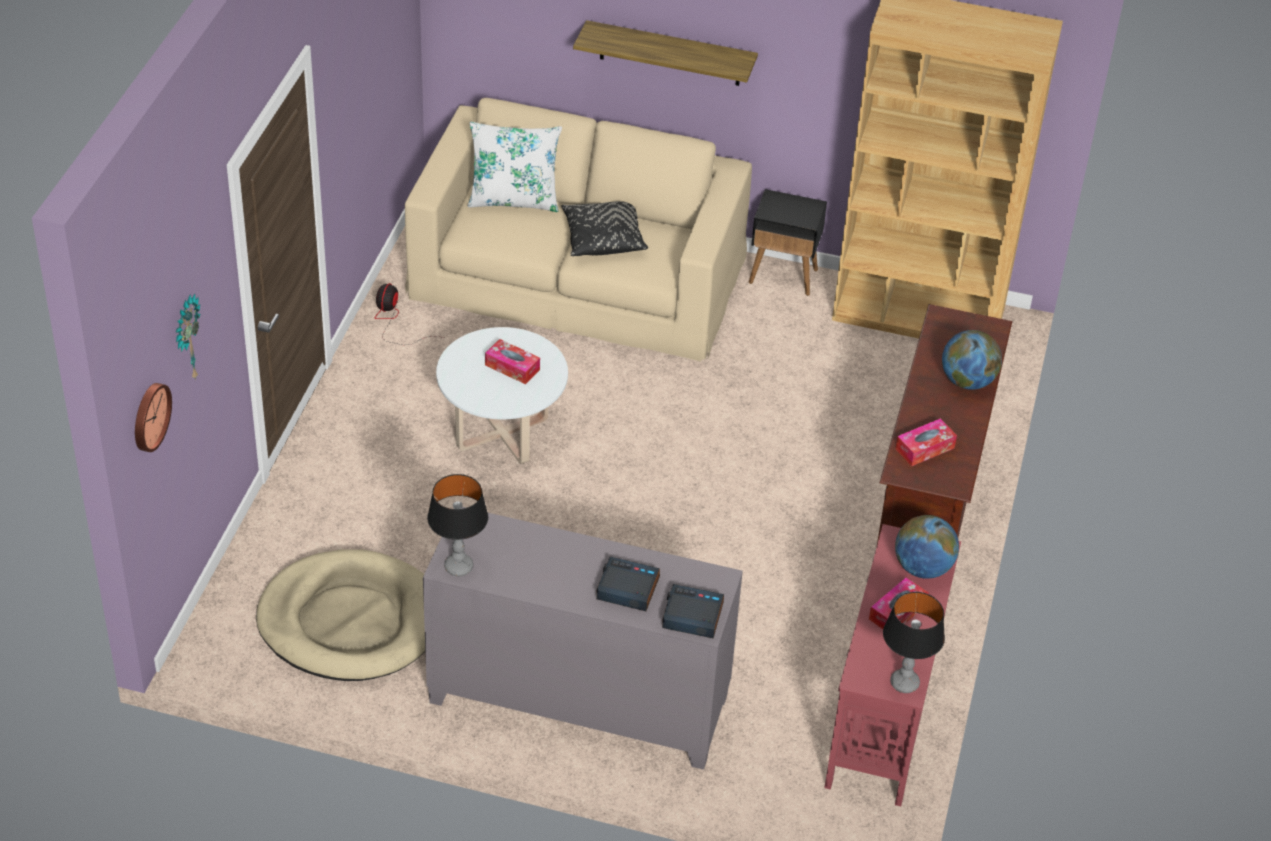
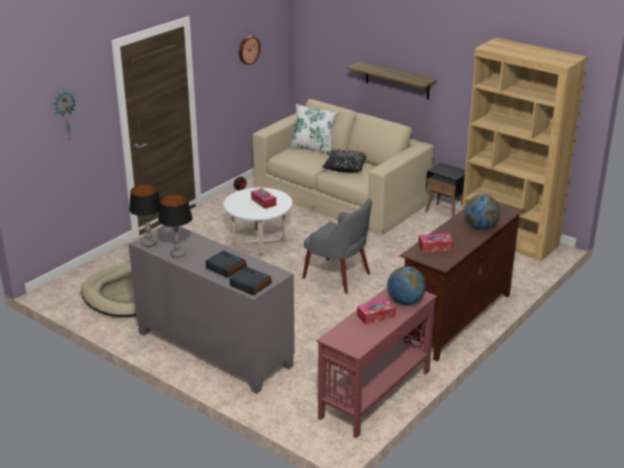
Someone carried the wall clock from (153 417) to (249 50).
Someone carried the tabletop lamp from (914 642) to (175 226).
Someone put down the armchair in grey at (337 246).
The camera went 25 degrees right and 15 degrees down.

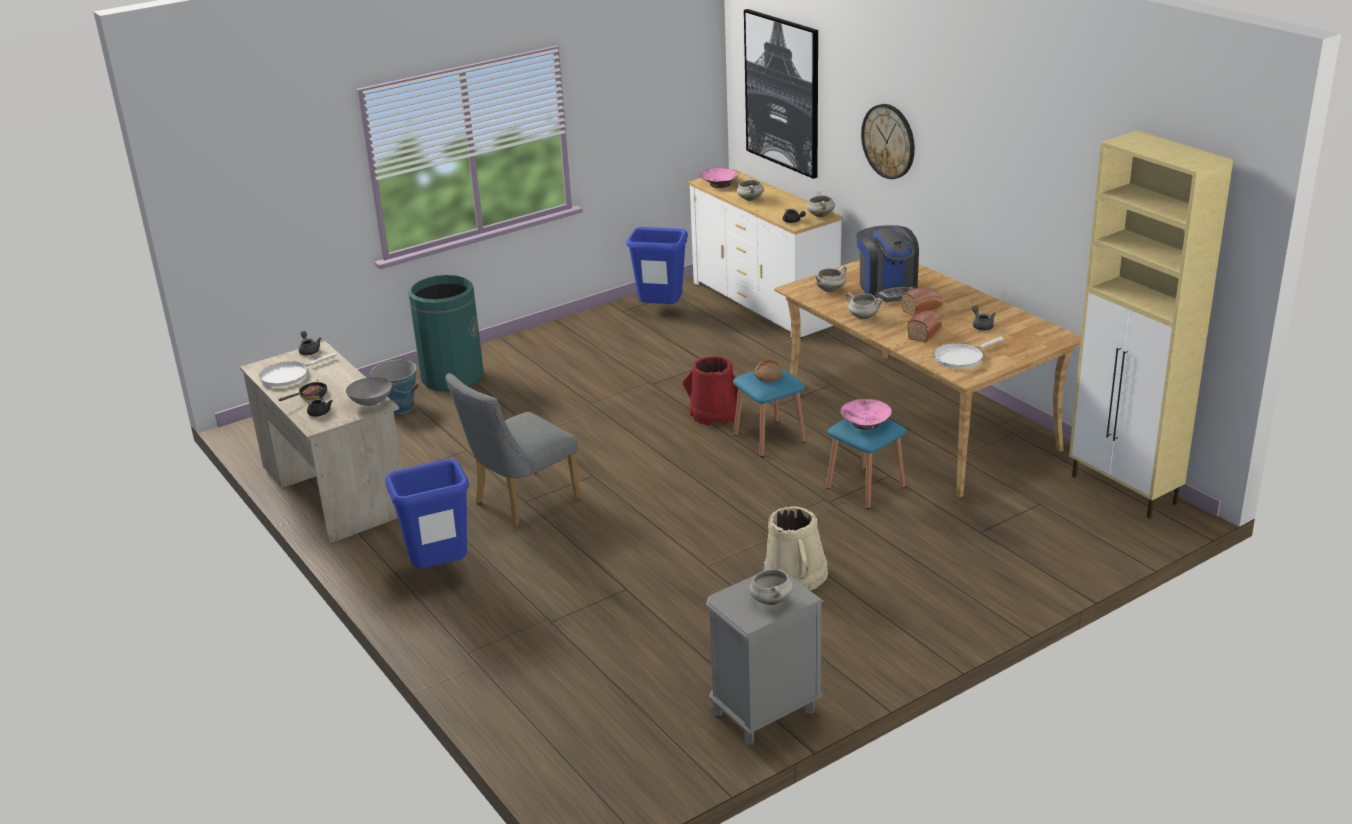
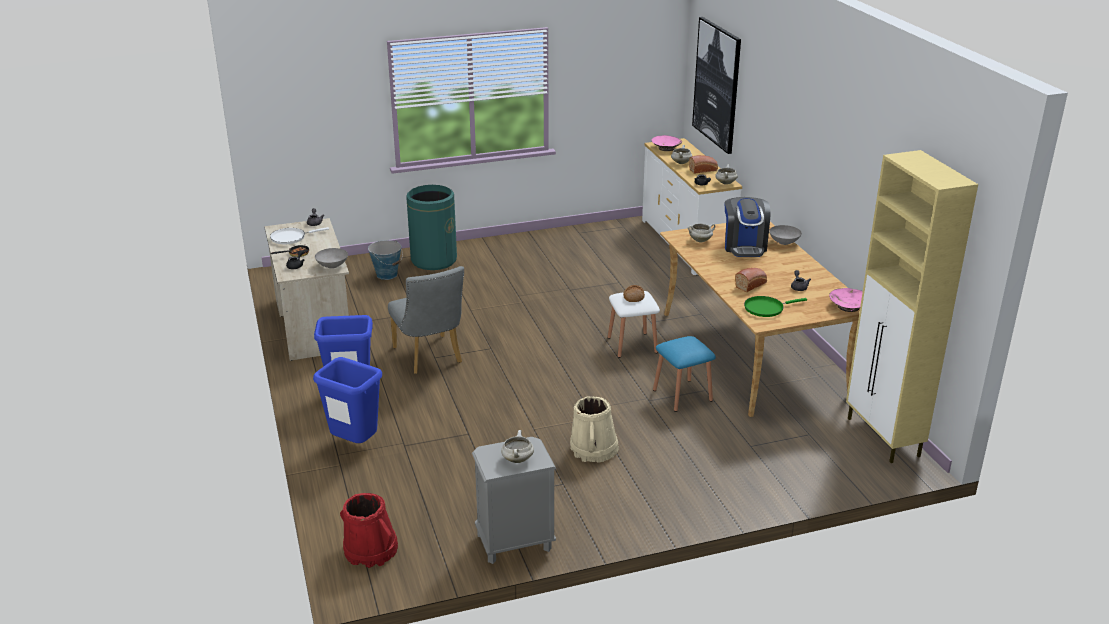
Someone took away the wall clock at (888 141).
Someone carried the waste bin in bluish from (657 265) to (347 400).
Someone carried the bakery bread from (922 301) to (703 164).
Someone took away the saucepot in white-coloured at (864 306).
Someone repainted the pan in white-coloured at (968 353), which became the pan in greenish at (775 306).
Someone carried the pail in reddish from (710 390) to (369 530).
Someone repainted the sitting stool in bluish at (769 412), which became the sitting stool in white-coloured at (634 324).
Someone rotated the chair in grey at (513 450) by 90 degrees counterclockwise.
Someone carried the deep dish in pink from (866 414) to (846 300).
Someone put down the deep dish in grey at (785 235).
The camera went 15 degrees right and 0 degrees up.

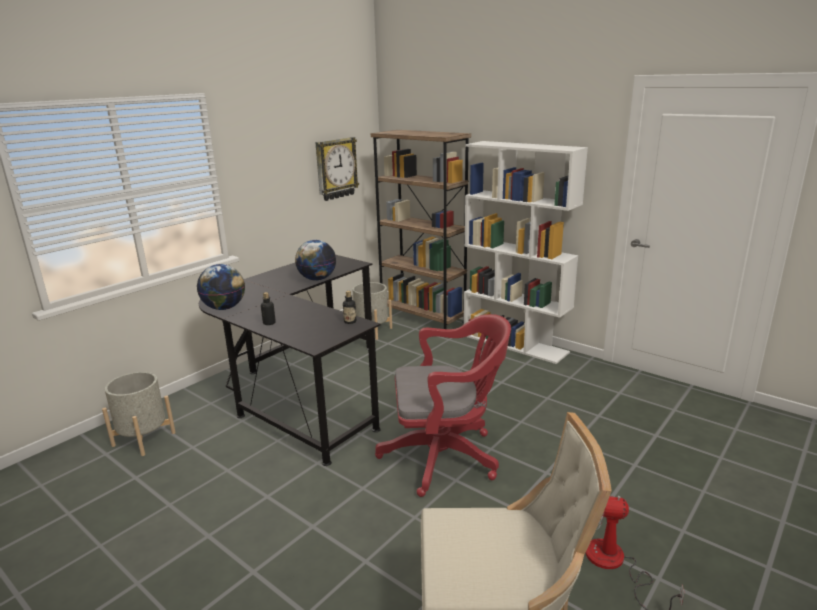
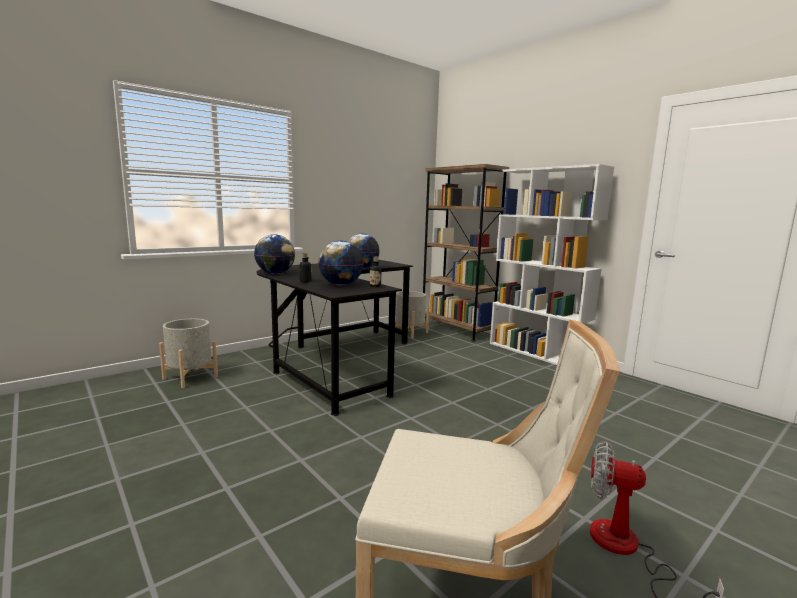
Someone took away the wall clock at (337 169).
Someone took away the computer chair in reddish at (443 405).
Someone put down the desk globe at (341 263).
The camera went 10 degrees right and 10 degrees down.

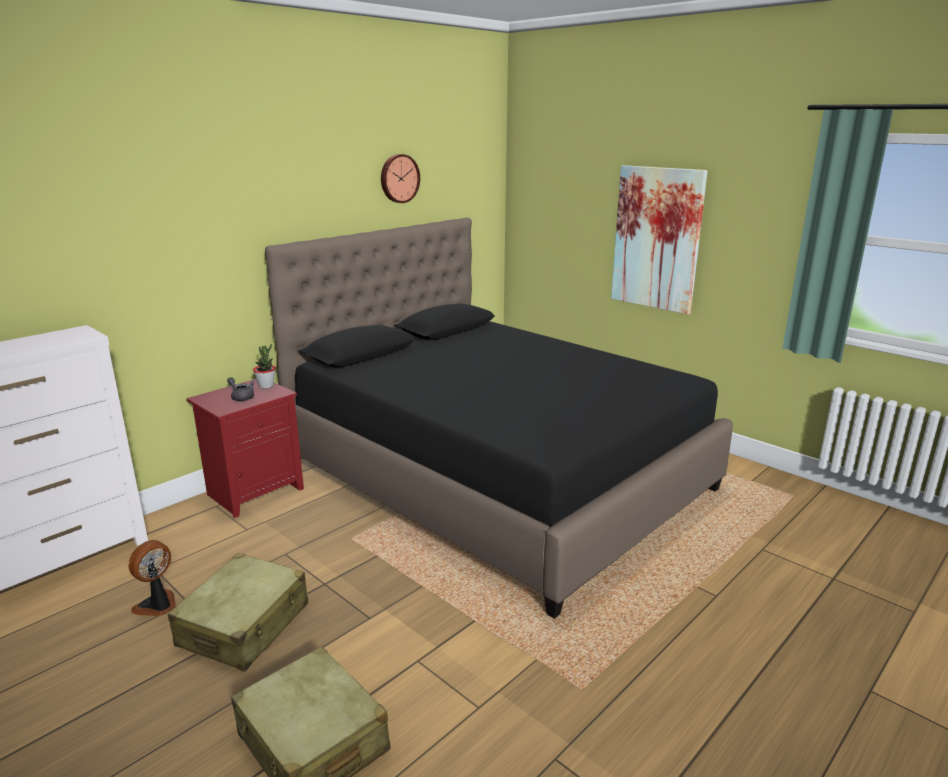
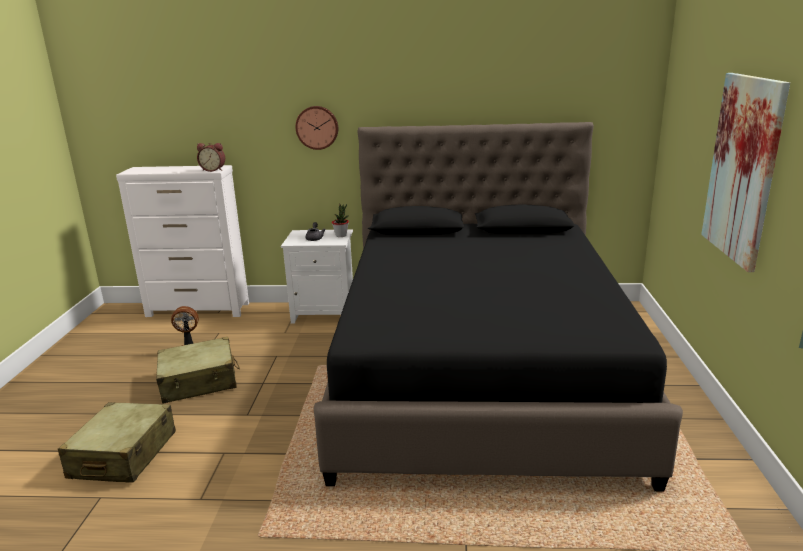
Someone carried the wall clock from (400 178) to (316 128).
Someone repainted the nightstand in reddish at (245 448), which became the nightstand in white-coloured at (317 277).
Someone put down the alarm clock at (211 157).
The camera went 50 degrees right and 0 degrees up.

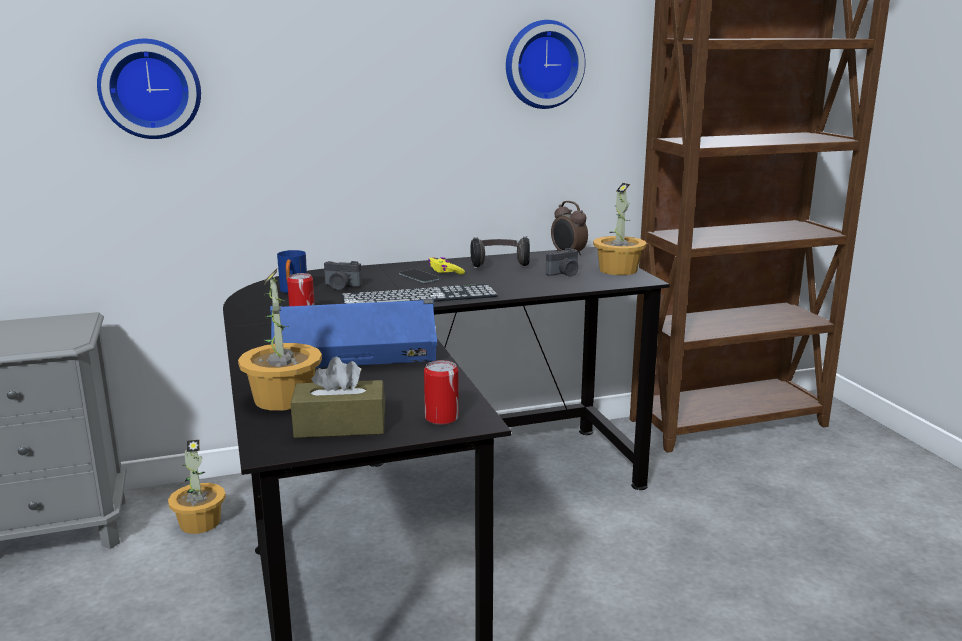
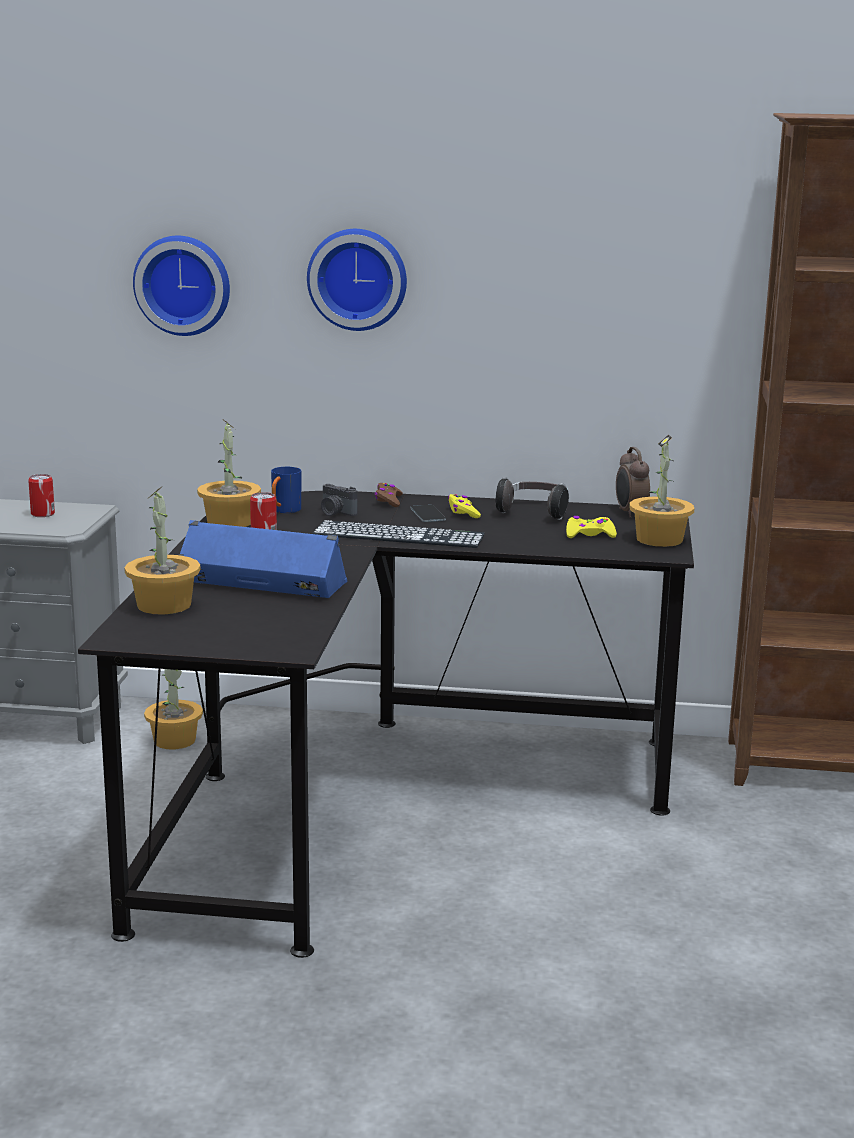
Someone carried the wall clock from (546 64) to (357 280).
Someone swapped the photo camera at (562 262) for the gamepad in yellow at (591 527).
Someone took away the box of tissues in brown at (338 397).
Someone carried the can from (441 392) to (41 495).
Someone put down the plant in a pot at (229 473).
Someone put down the gamepad in brown at (389 495).
The camera went 25 degrees right and 0 degrees up.

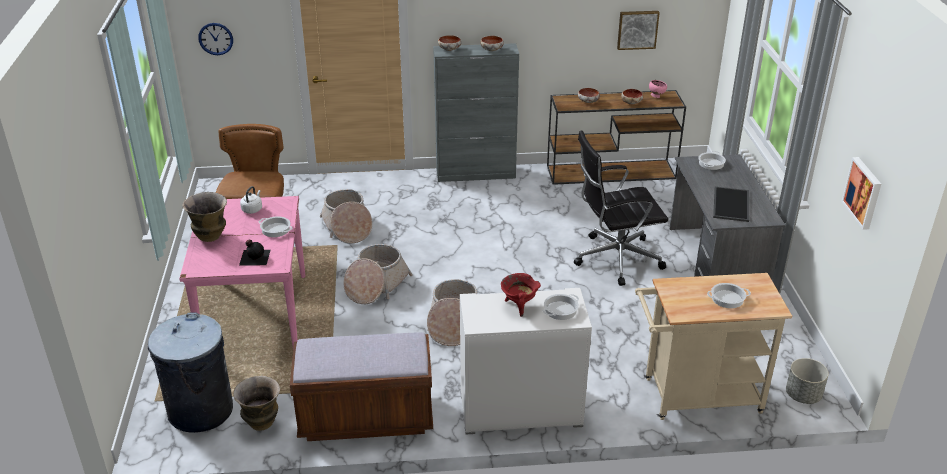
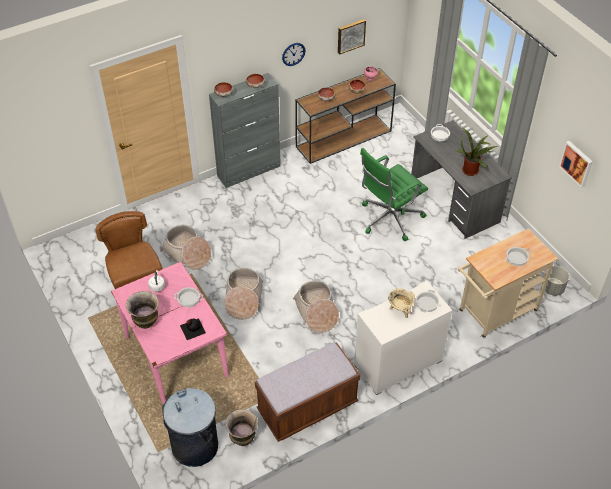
Someone carried the wall clock from (215 39) to (293 54).
Someone repainted the computer chair in blackish at (621 208), which became the computer chair in greenish at (394 194).
Someone swapped the carrying tray at (731 204) for the plant in a pot at (477 151).
Someone repainted the saucepot in reddish at (521 295), which became the saucepot in sand-coloured at (401 303).
The camera went 25 degrees left and 15 degrees up.

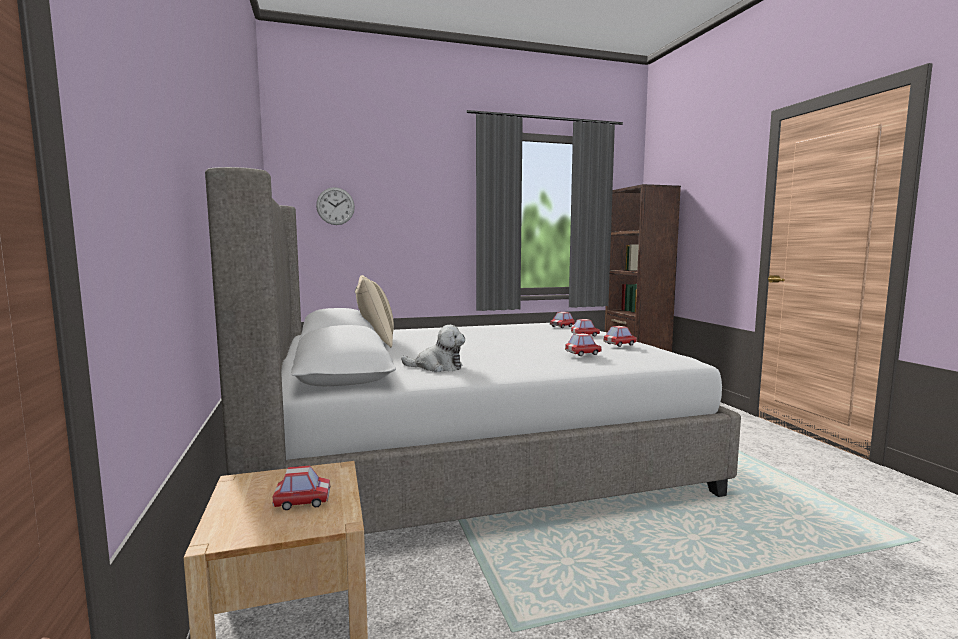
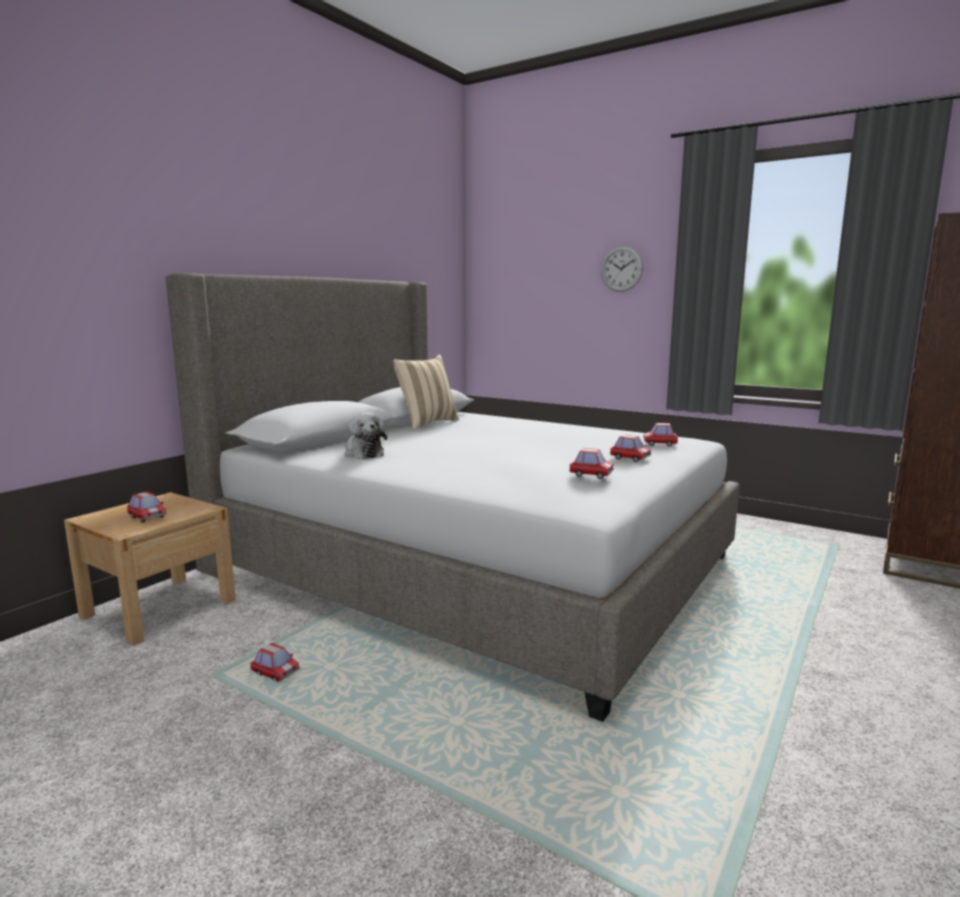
Someone carried the wall clock from (335 206) to (622 269).
Someone carried the miniature car from (583 344) to (275 662).
The camera went 50 degrees right and 5 degrees up.

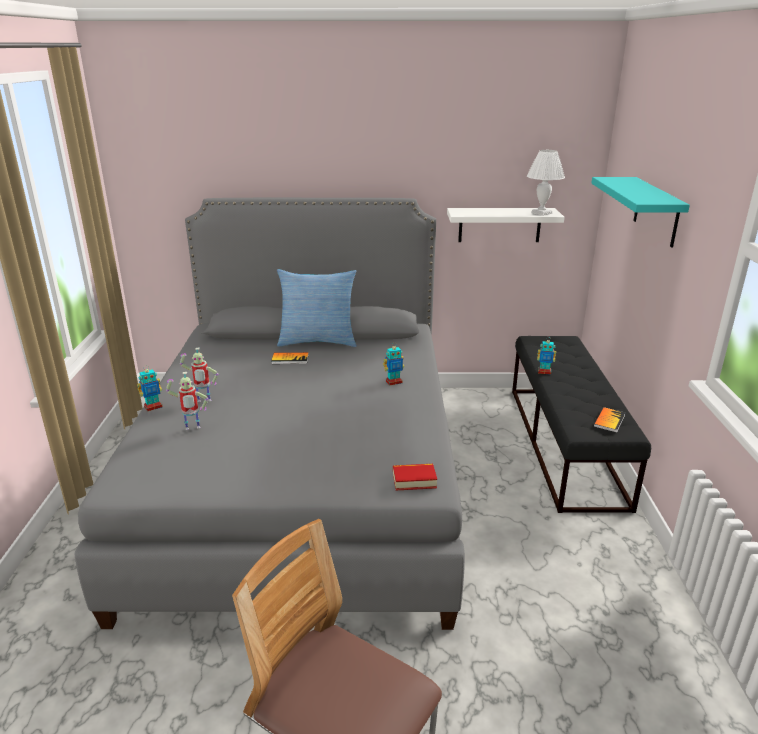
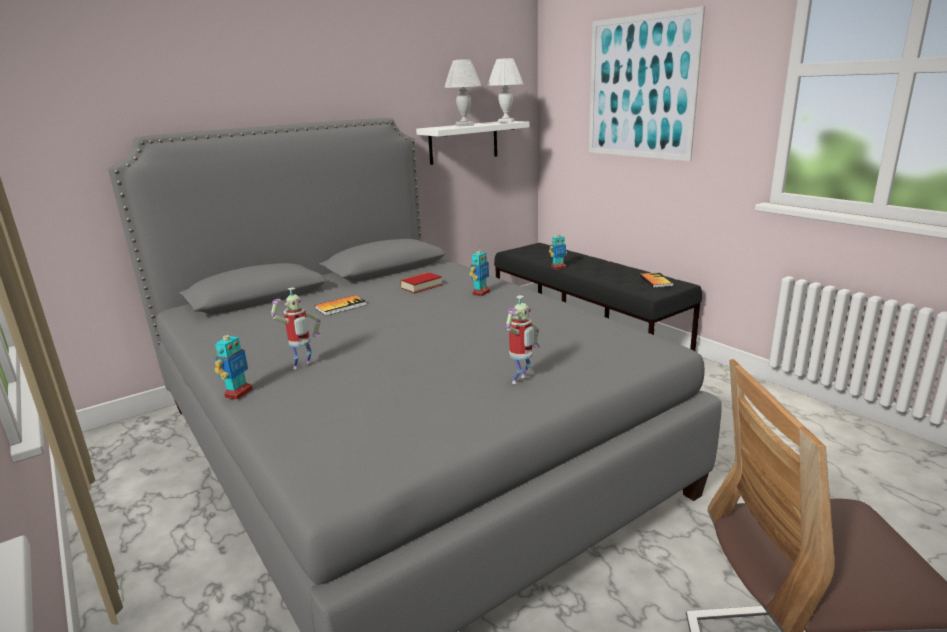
Someone swapped the shelf in turquoise-coloured at (640 212) for the picture at (647 83).
Someone took away the cushion at (317 308).
Someone carried the robot figure from (187 401) to (523 339).
Someone carried the volume from (415 477) to (421 282).
Someone put down the tabletop lamp in white-coloured at (462 92).
The camera went 35 degrees left and 5 degrees down.

